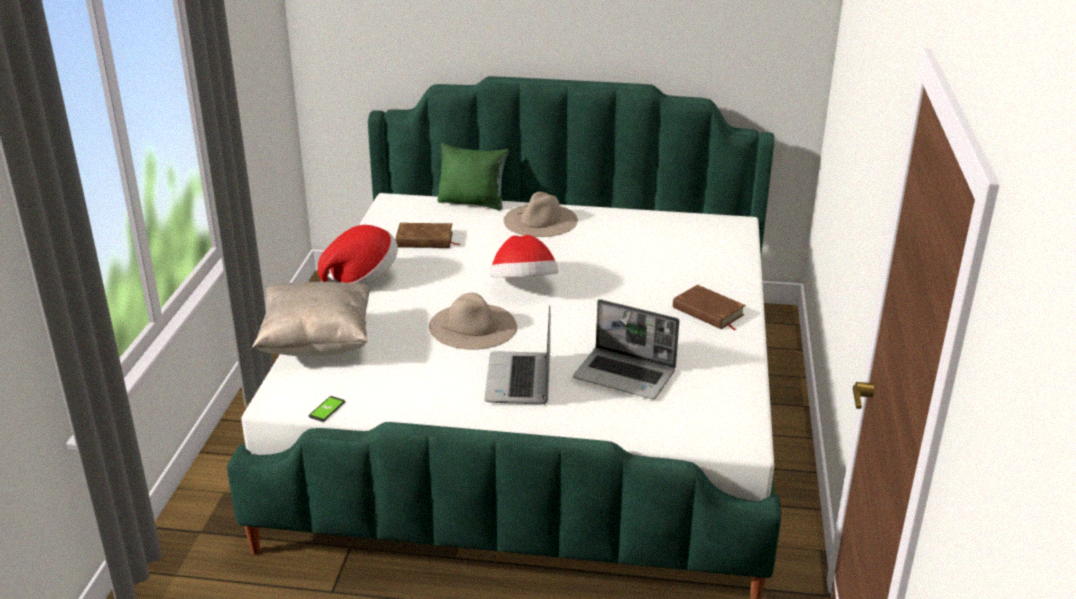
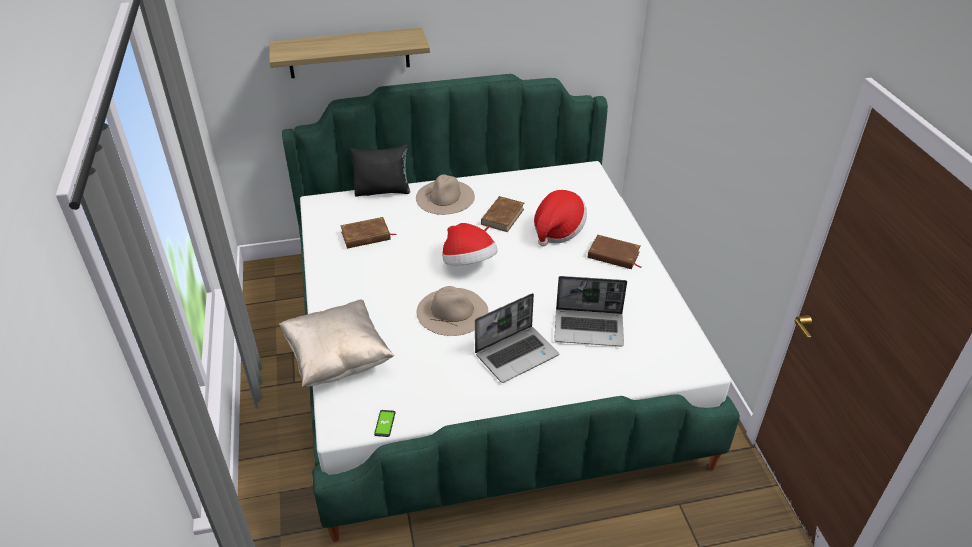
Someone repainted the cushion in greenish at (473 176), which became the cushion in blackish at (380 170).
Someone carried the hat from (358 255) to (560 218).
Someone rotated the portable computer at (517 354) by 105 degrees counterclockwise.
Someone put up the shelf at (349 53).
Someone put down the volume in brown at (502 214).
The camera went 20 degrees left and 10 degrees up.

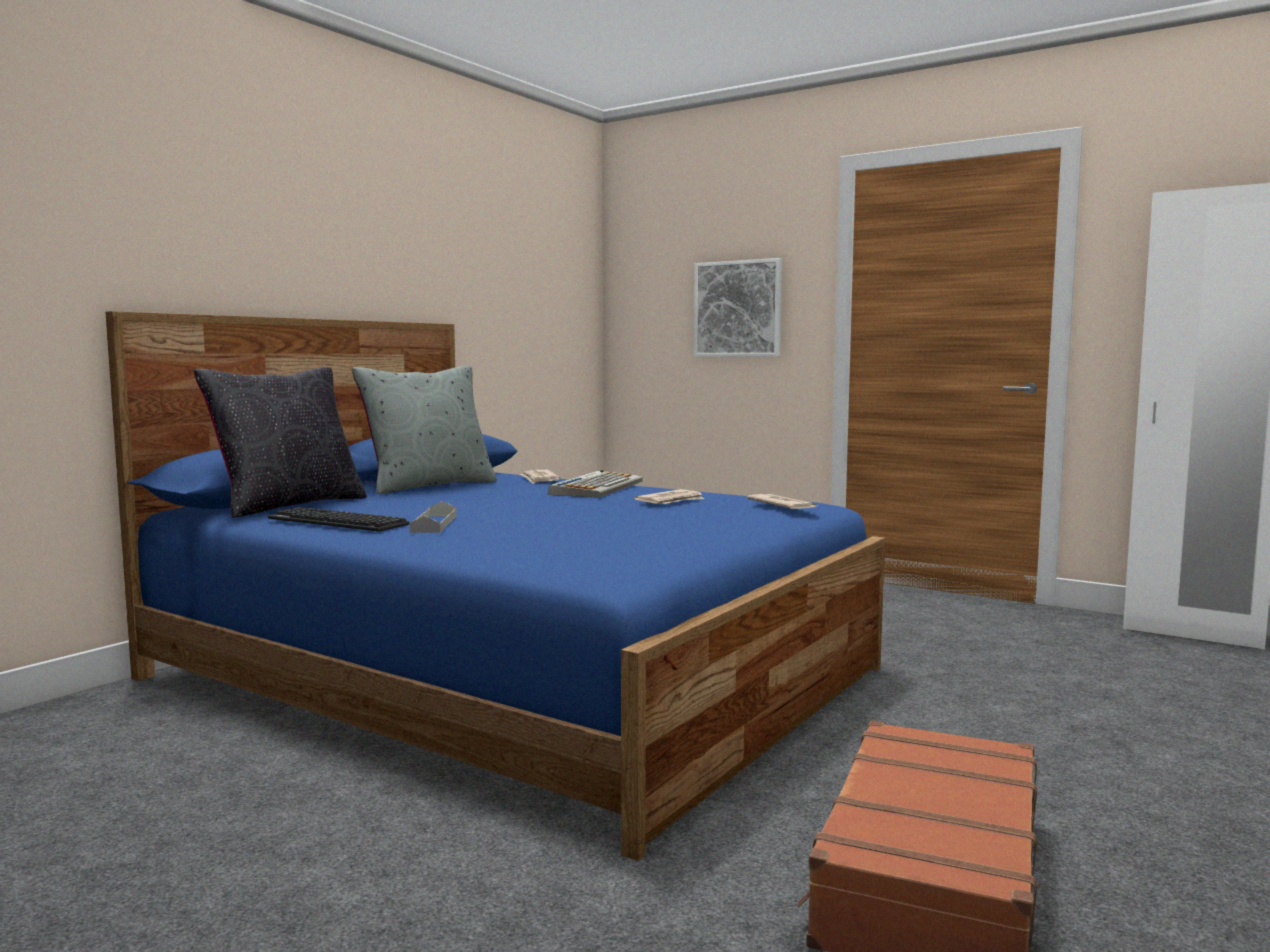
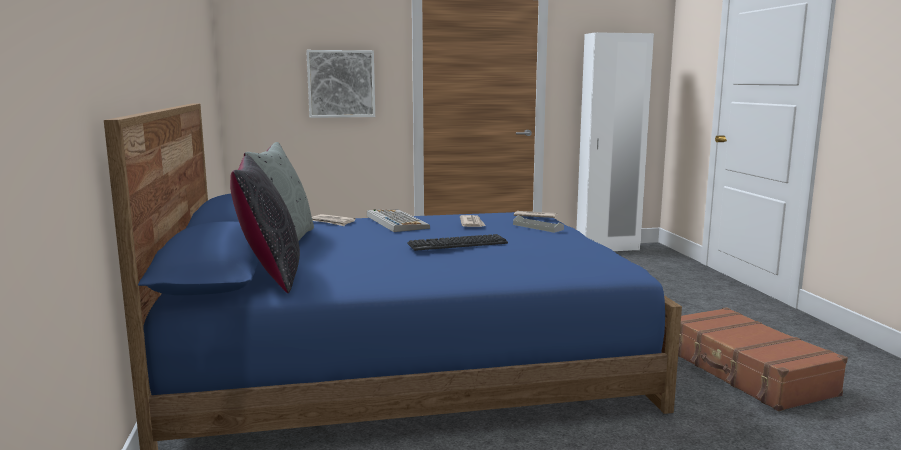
Someone carried the carrying tray in grey from (433 517) to (538 224).
Someone carried the keyboard from (339 519) to (457 242).
The camera went 45 degrees left and 5 degrees up.

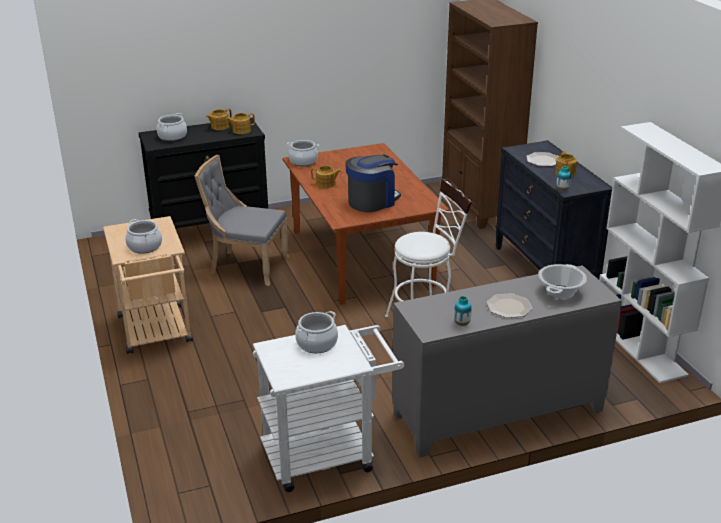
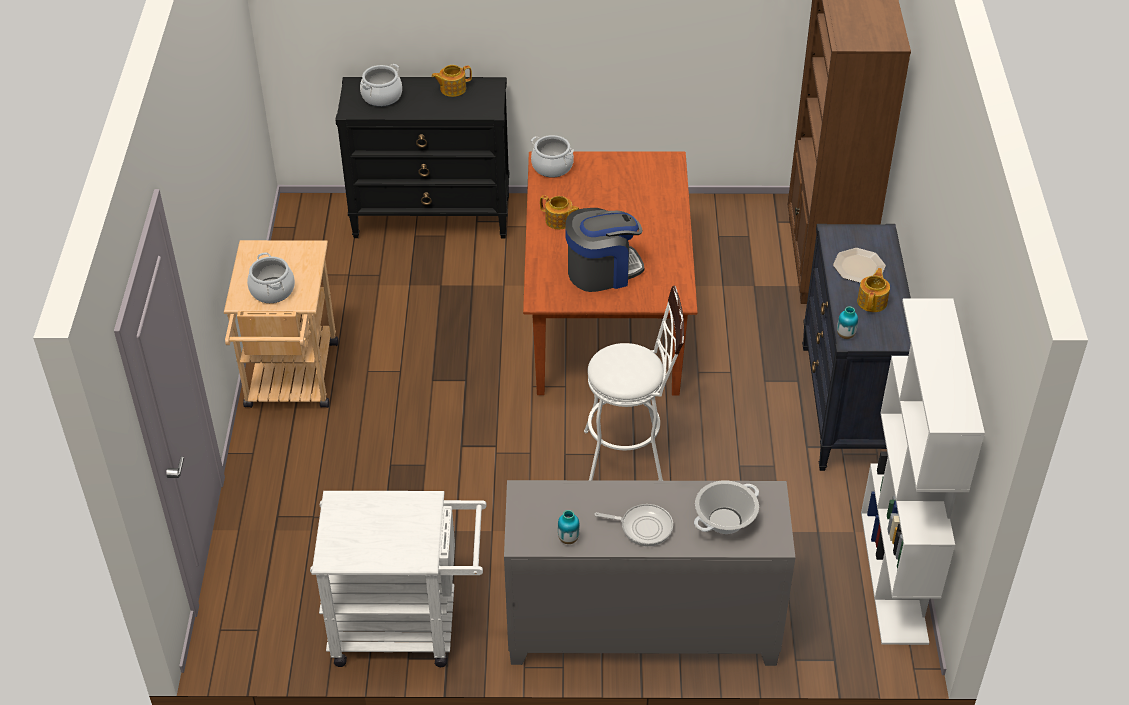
Someone took away the tea pot at (240 123).
Someone took away the chair in grey at (241 220).
Someone swapped the flat dish at (509 305) for the pan at (634 525).
Someone took away the saucepot at (316 332).
The camera went 20 degrees right and 15 degrees up.

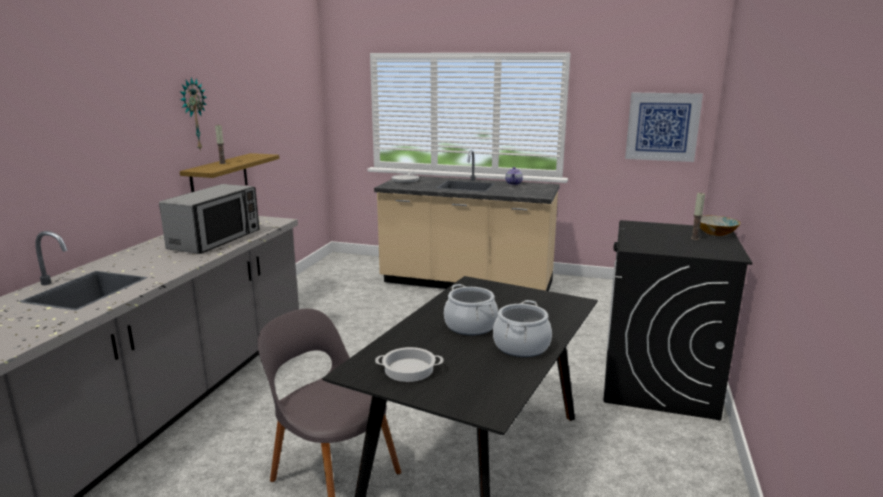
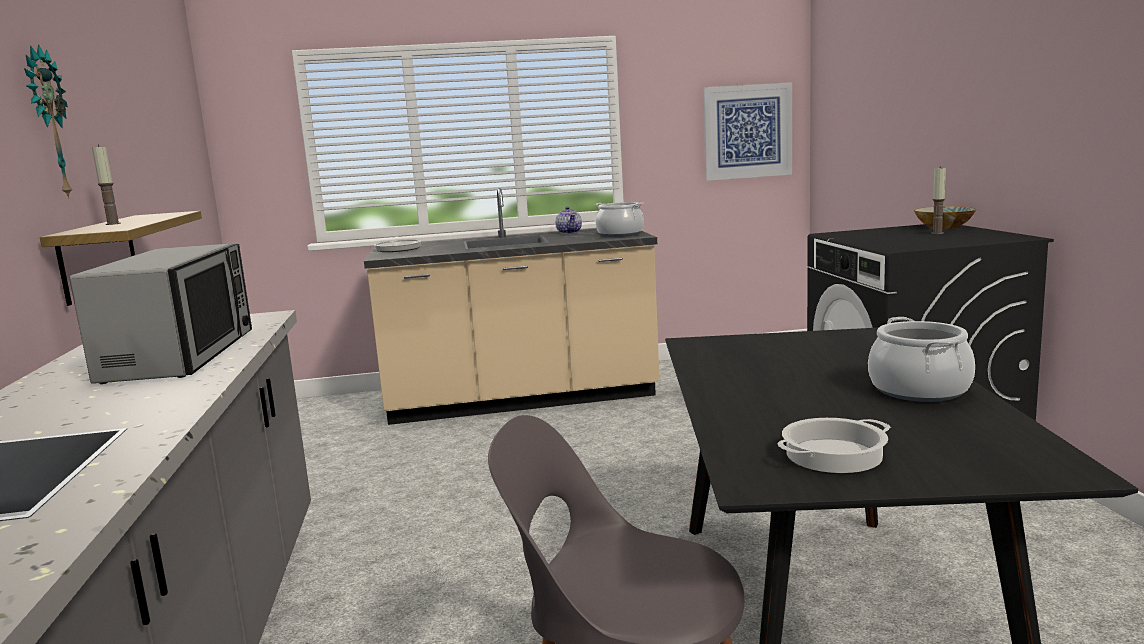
Someone carried the saucepot from (471 309) to (619 219).
The camera went 25 degrees left and 5 degrees down.

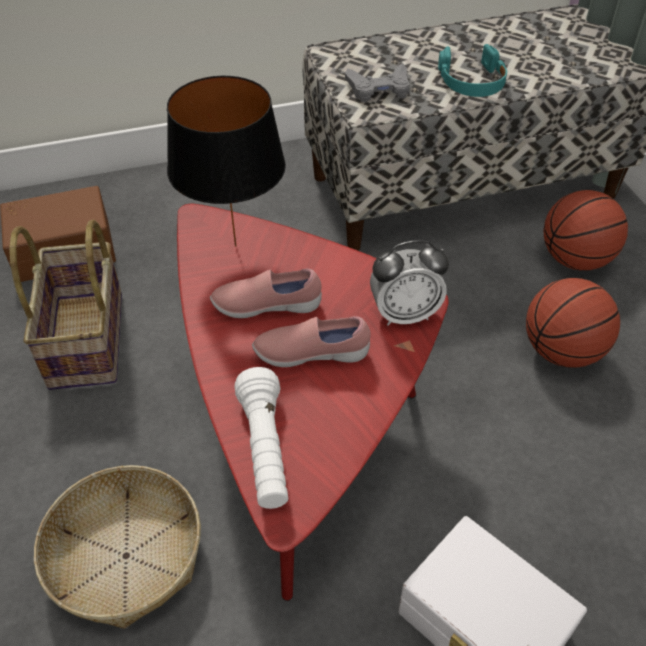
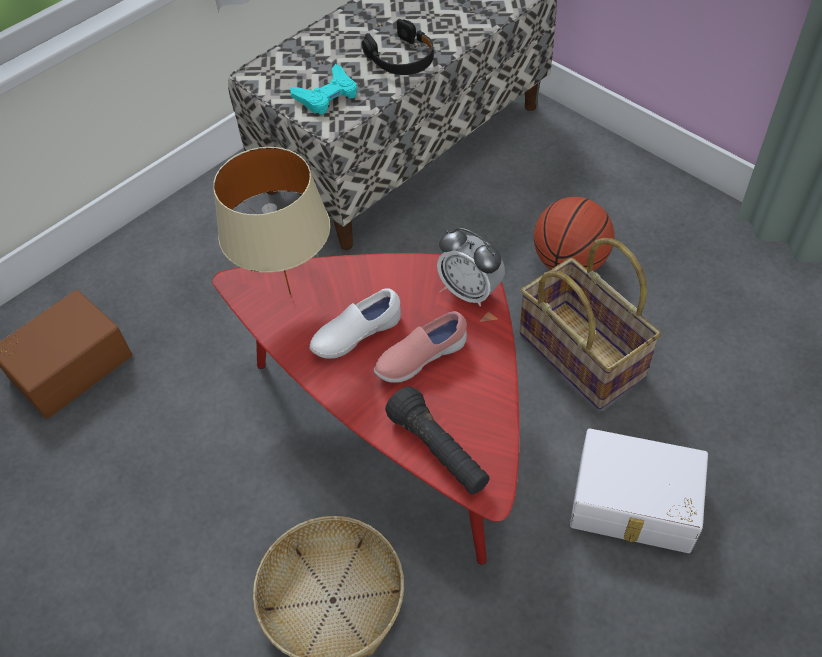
Someone repainted the pair of headphones in turquoise-coloured at (472 70), which became the pair of headphones in blackish at (398 47).
Someone repainted the gamepad in grey at (377 82), which became the gamepad in turquoise-coloured at (323 89).
Someone repainted the tabletop lamp in blackish at (226 161), which became the tabletop lamp in sand-coloured at (271 221).
Someone took away the ball for basketball at (585 230).
Someone carried the basket from (65 305) to (590 324).
Someone rotated the alarm clock at (409 283) by 75 degrees clockwise.
Someone repainted the item of footwear in pink at (266 293), which became the item of footwear in white-coloured at (355 323).
Someone repainted the hand torch in white-coloured at (261 438), which became the hand torch in blackish at (437 440).
The camera went 25 degrees left and 5 degrees up.

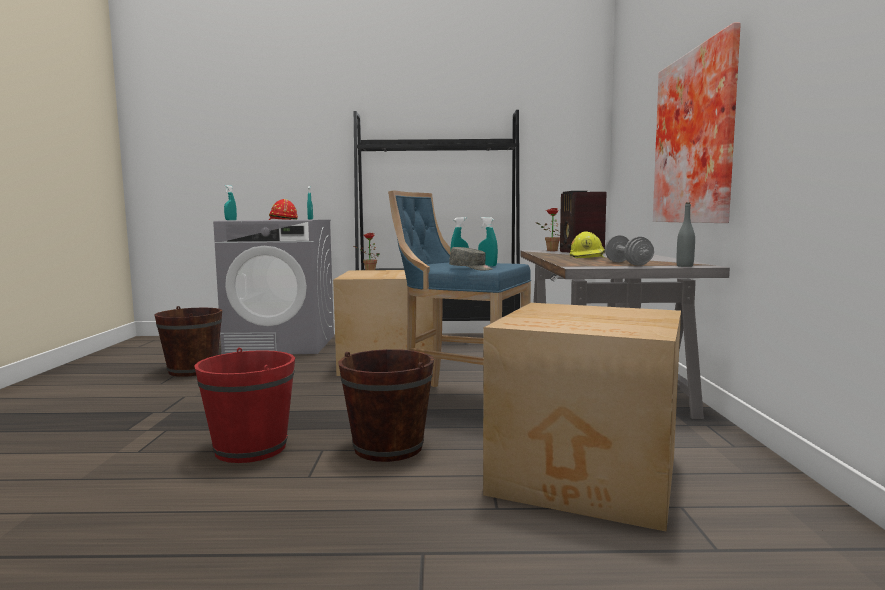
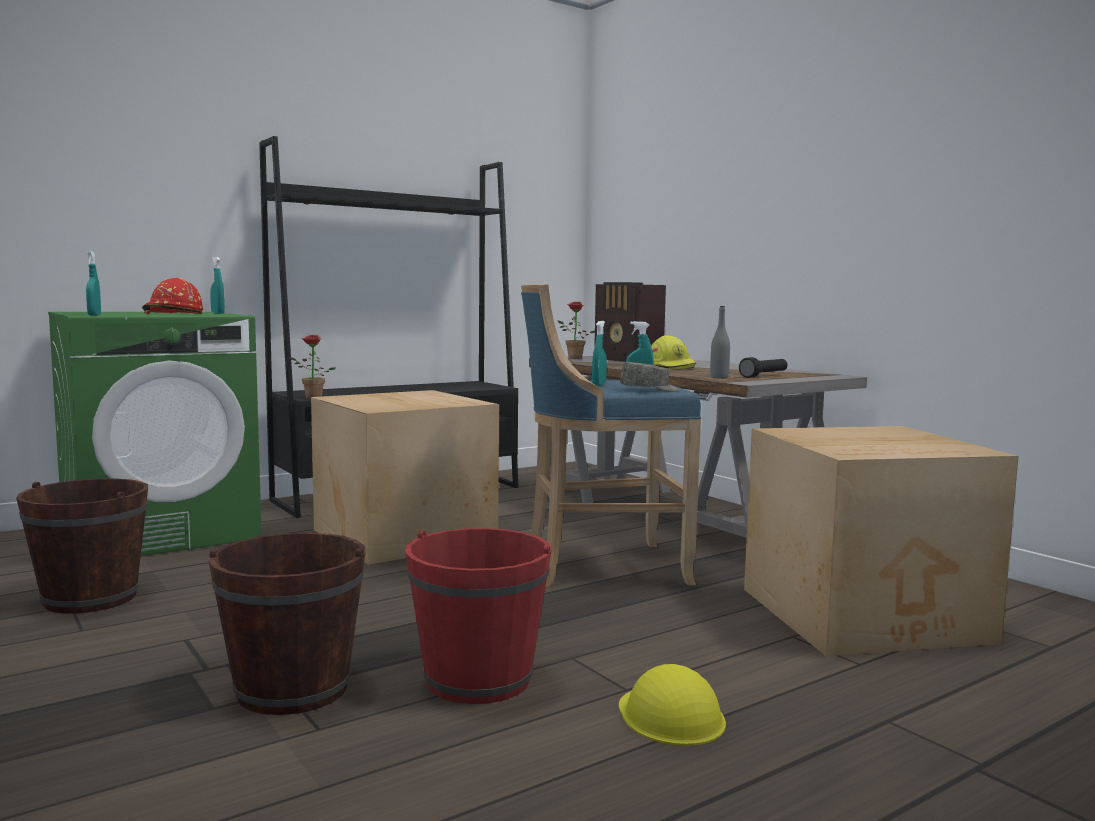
Someone took away the picture at (697 122).
Someone carried the beverage bottle in grey from (685 234) to (720 342).
Someone repainted the laundry machine in grey at (273 287), which became the laundry machine in greenish at (155 434).
Someone swapped the hand weight in grey at (629 250) for the hand torch in blackish at (763 367).
Someone carried the pail in brown from (386 405) to (287 623).
Someone put down the hard hat in yellow at (672 705).
The camera went 35 degrees left and 0 degrees up.

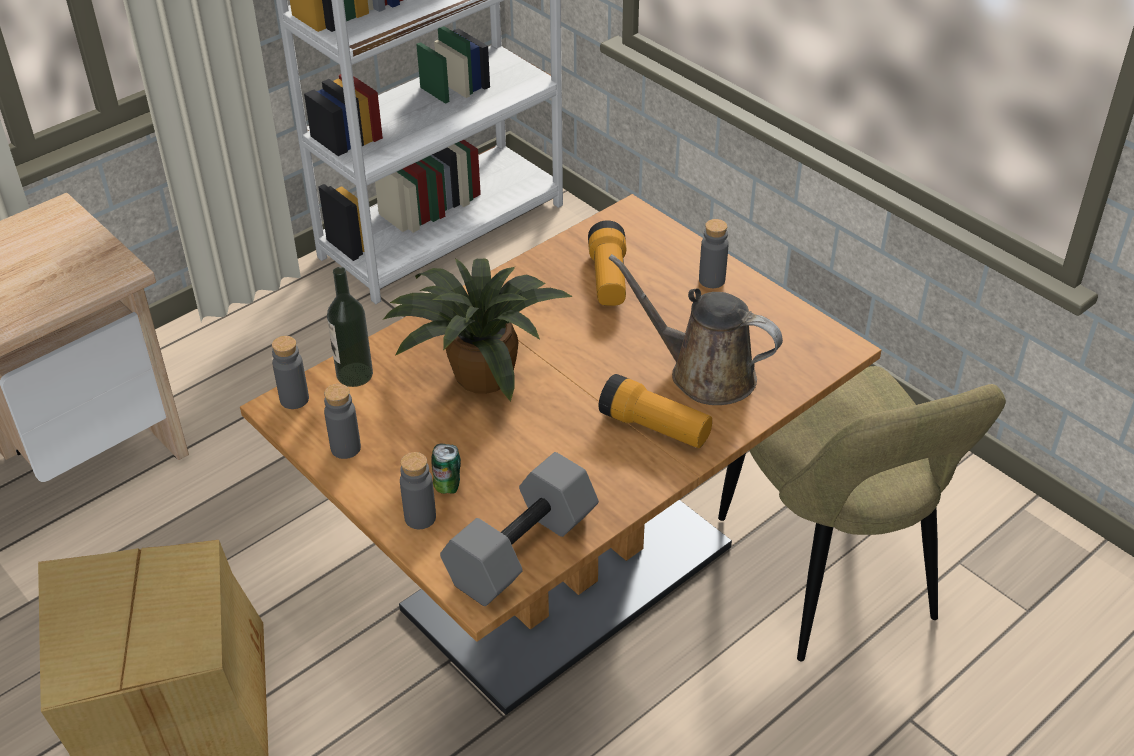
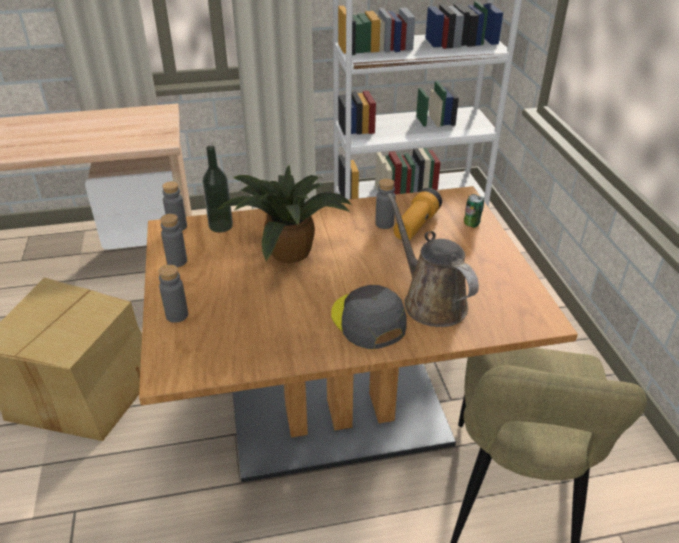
Someone carried the beverage bottle in grey from (714 253) to (385 203).
Someone swapped the hand torch at (655 411) for the peaked cap in grey at (369 317).
Someone carried the can from (446 469) to (474 211).
Someone took away the hand weight in grey at (519 529).
The camera went 30 degrees right and 5 degrees down.

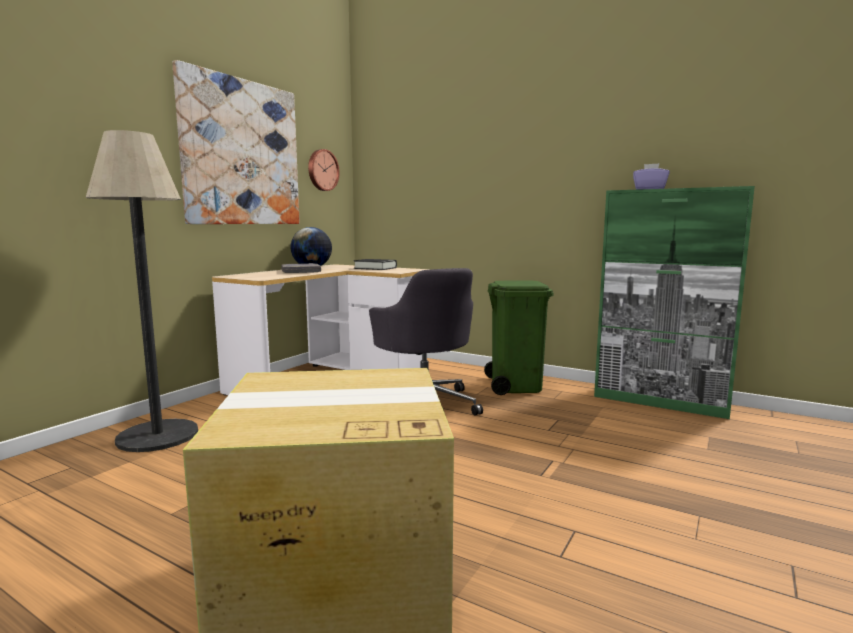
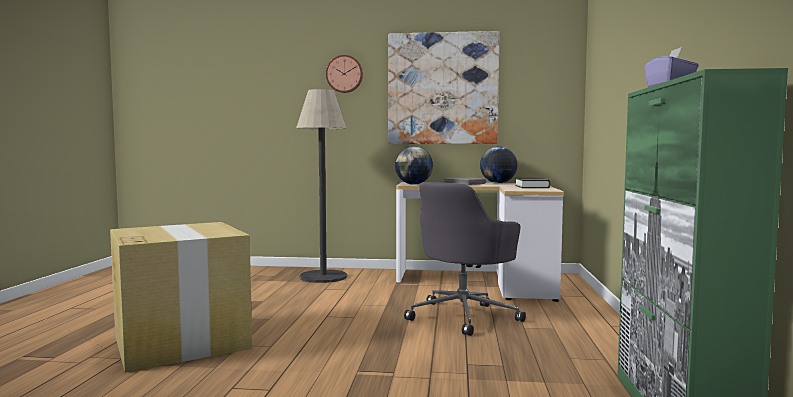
Someone carried the wall clock from (324 170) to (344 74).
Someone took away the waste bin in greenish at (519 338).
Someone put down the desk globe at (414 165).
The camera went 65 degrees right and 5 degrees down.

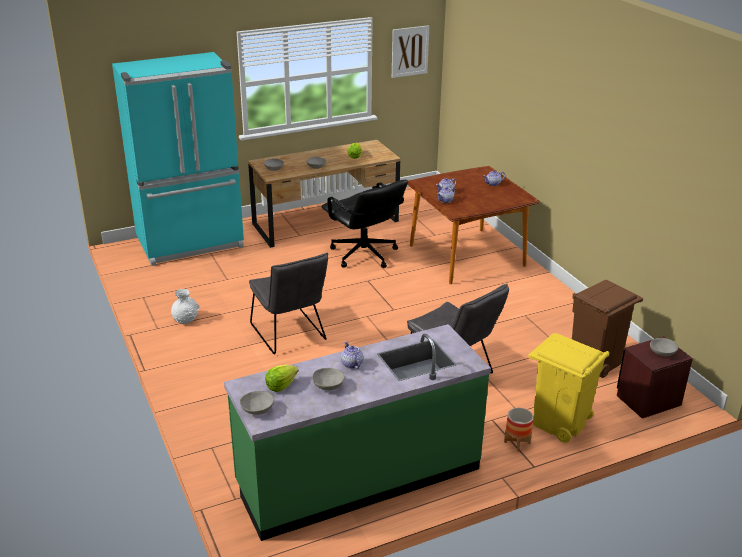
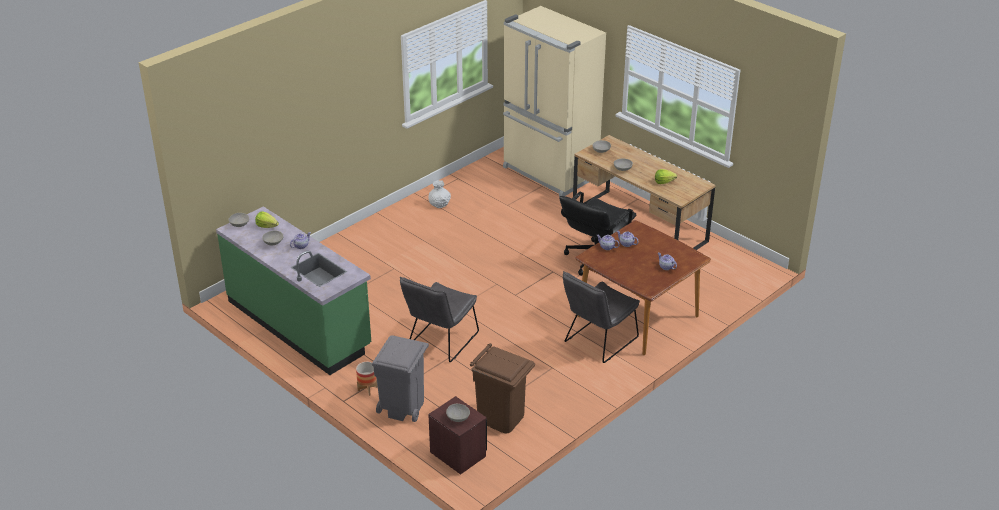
Someone took away the picture at (410 51).
Someone repainted the kitchen fridge in turquoise-coloured at (178 159), which became the kitchen fridge in sand-coloured at (554 101).
Someone carried the chair in grey from (288 303) to (601 317).
Someone repainted the waste bin in yellow at (569 388), which became the waste bin in grey at (400 378).
The camera went 70 degrees right and 5 degrees up.

